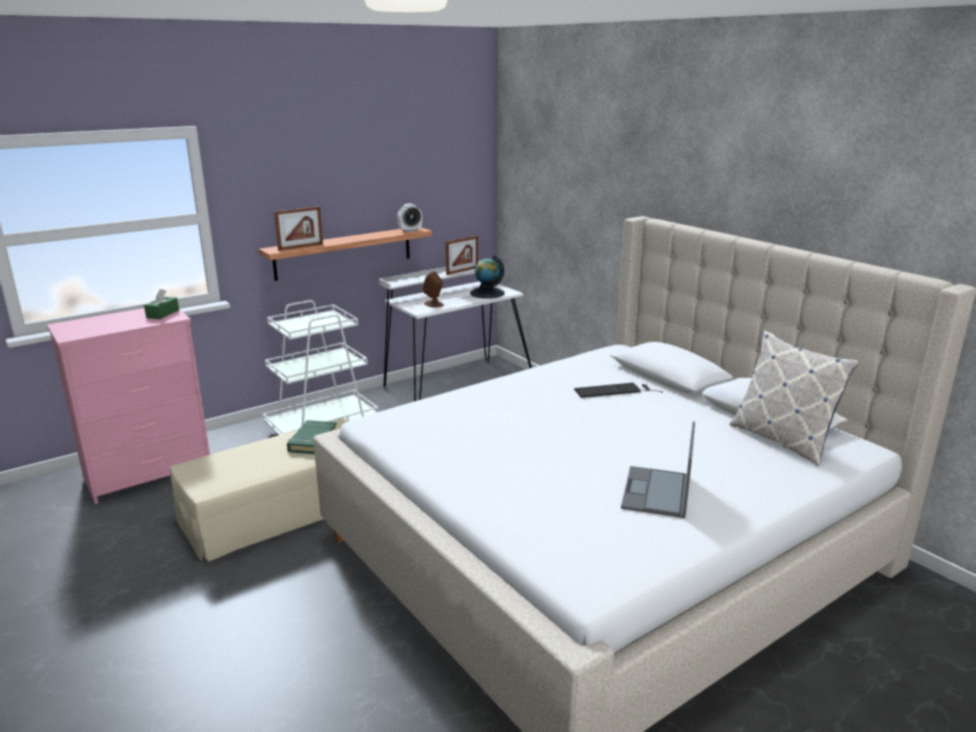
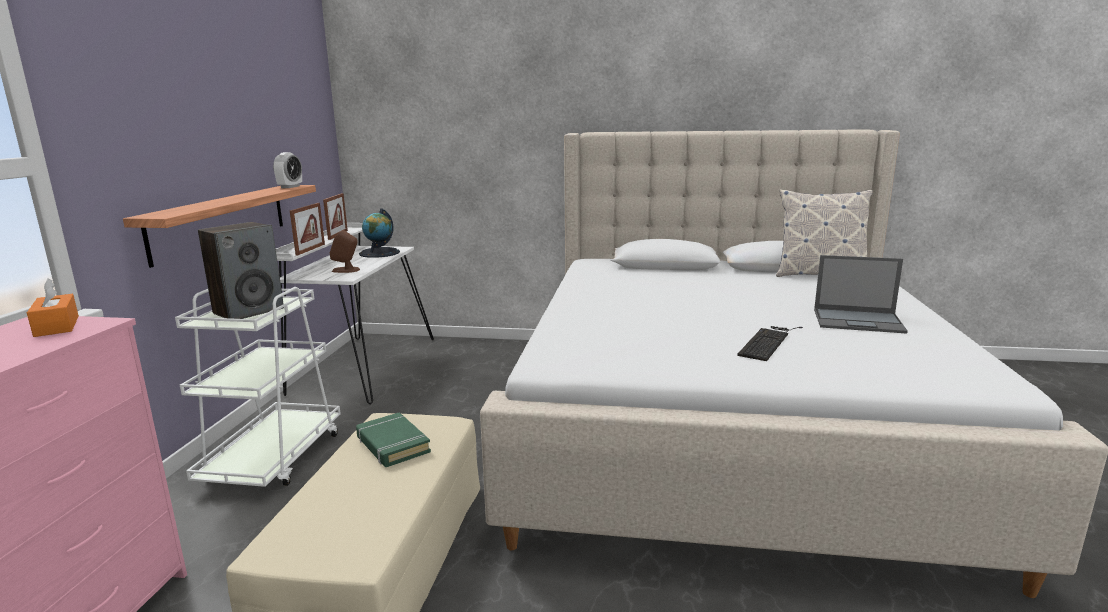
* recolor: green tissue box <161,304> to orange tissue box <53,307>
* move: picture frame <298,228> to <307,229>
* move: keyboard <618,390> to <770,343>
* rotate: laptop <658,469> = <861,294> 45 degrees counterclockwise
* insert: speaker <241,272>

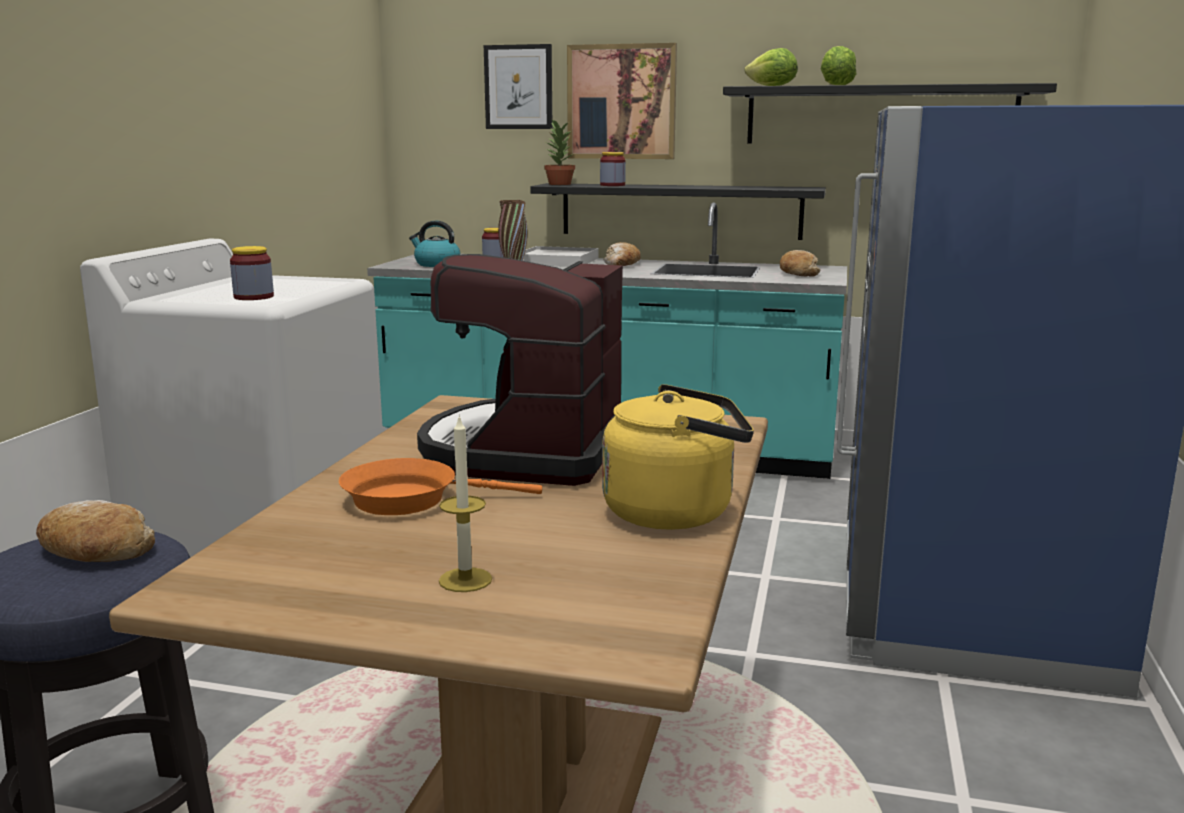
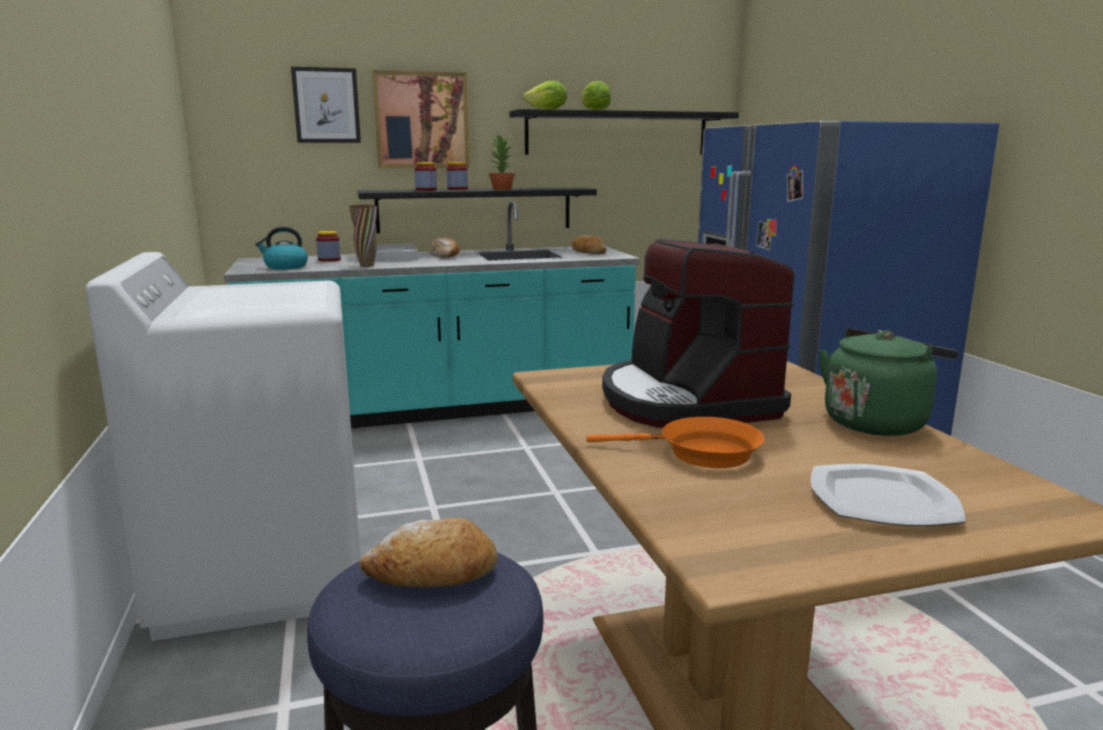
* move: jar <252,273> to <457,176>
* rotate: orange frying pan <440,486> = <675,442> 135 degrees counterclockwise
* replace: candle <465,503> to plate <888,495>
* move: potted plant <559,151> to <502,162>
* recolor: yellow kettle <678,457> to green kettle <889,382>

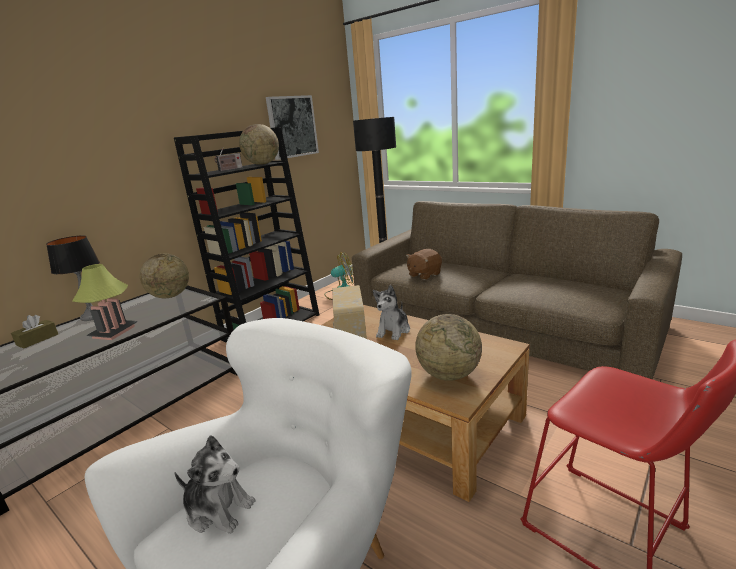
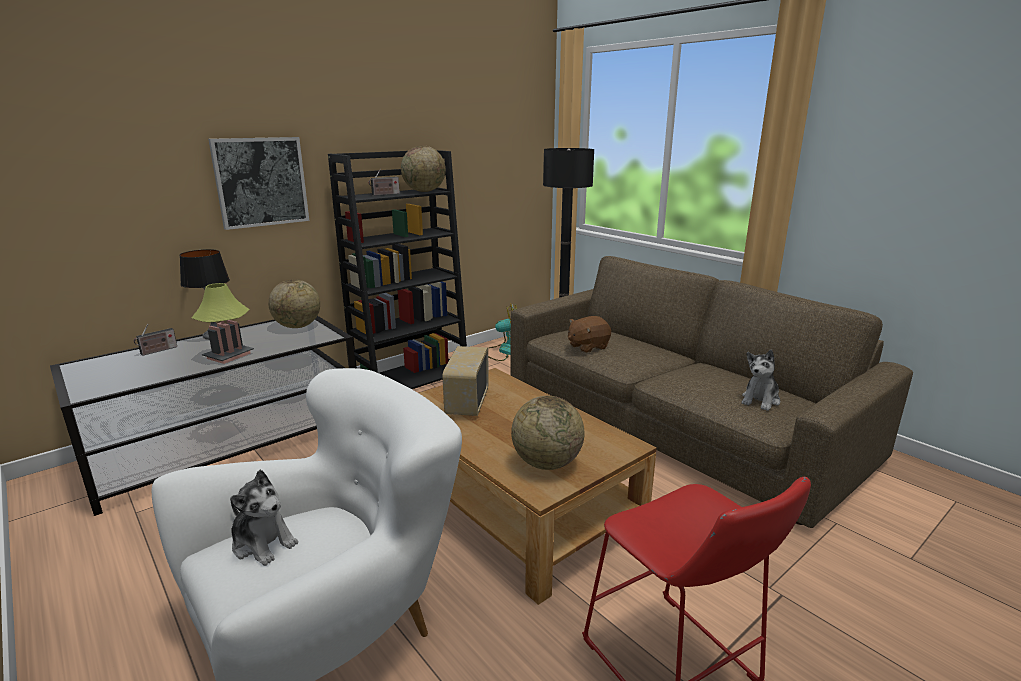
* replace: brown tissue box <34,332> to radio <155,340>
* move: picture <292,127> to <258,183>
* move: plush toy <391,312> to <761,380>

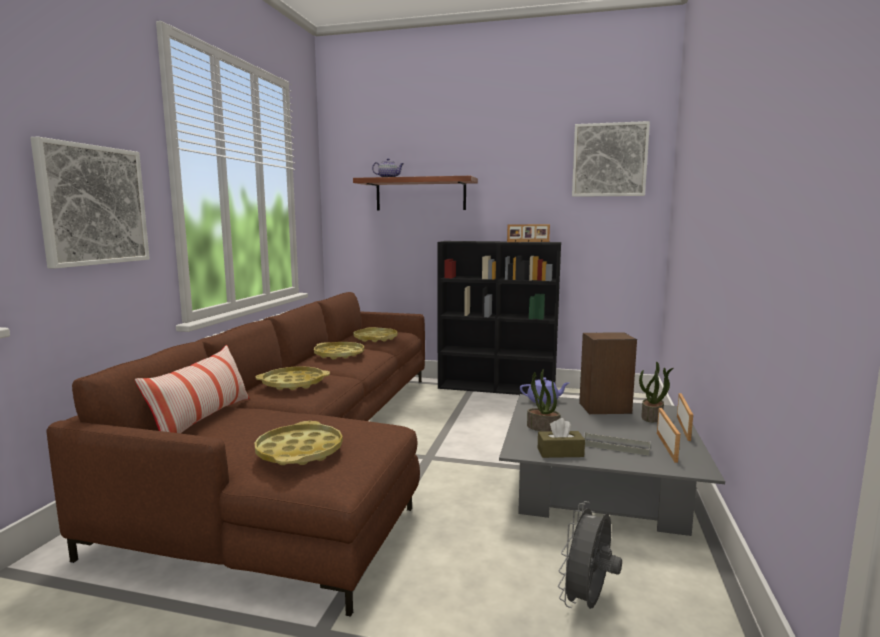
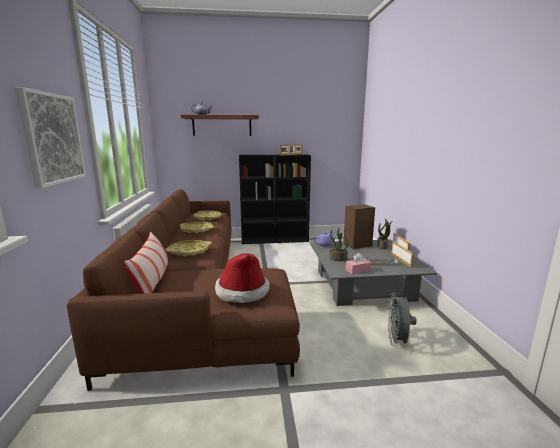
* replace: yellow tray <298,443> to hat <242,278>
* recolor: brown tissue box <561,438> to pink tissue box <358,264>
* delete: picture <611,159>

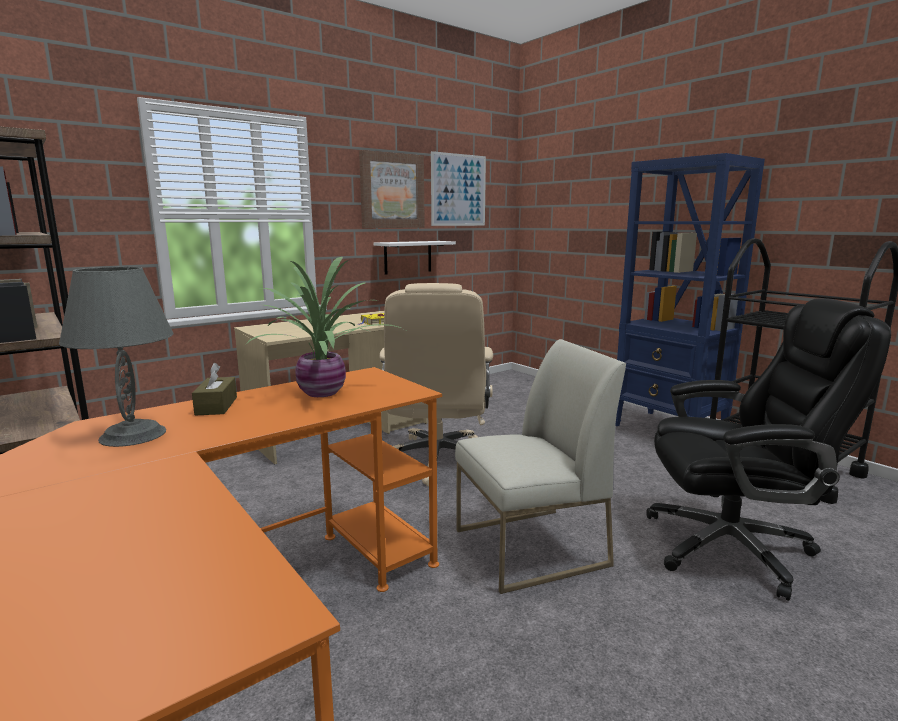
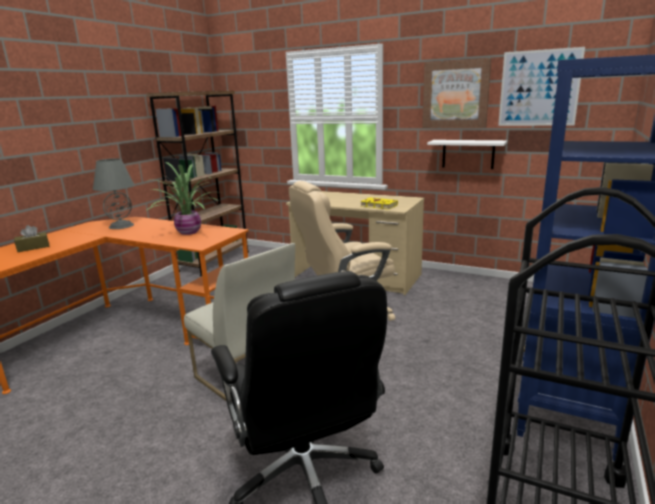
* move: brown tissue box <214,389> to <32,238>

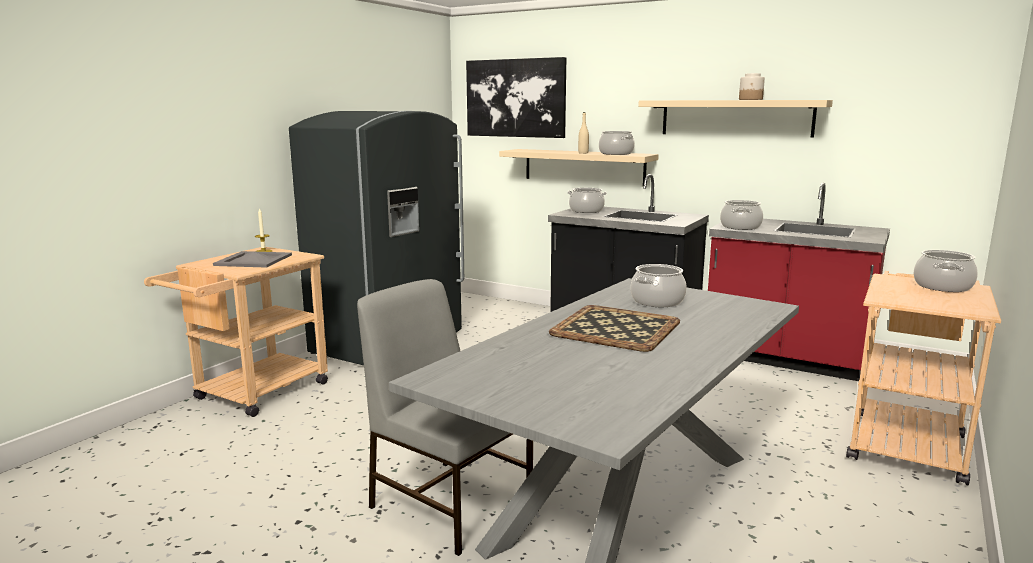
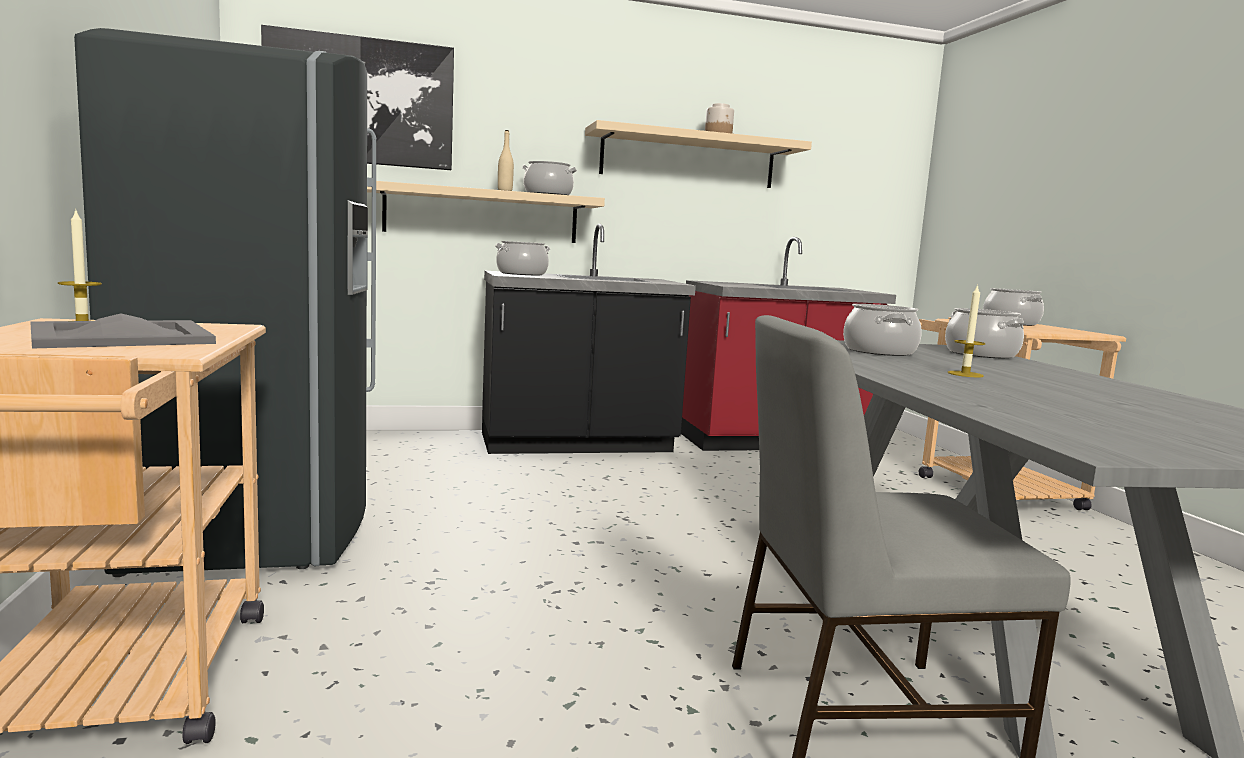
* replace: tray <614,328> to candle <966,331>
* move: cooking pot <741,215> to <984,333>

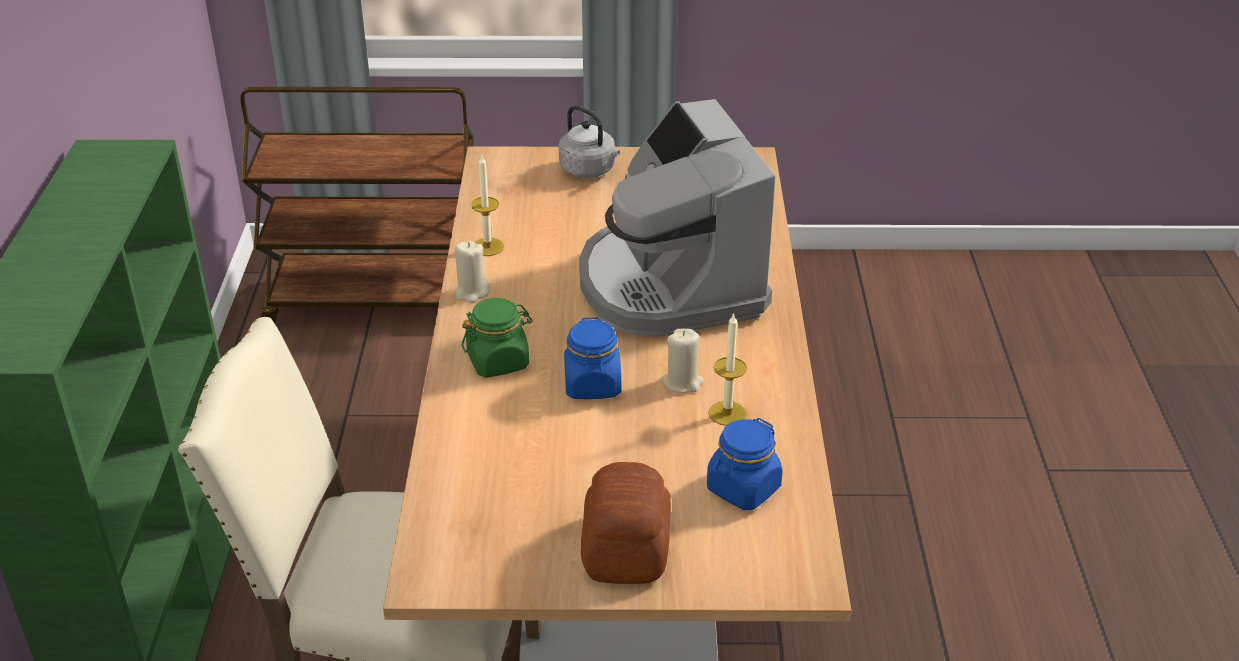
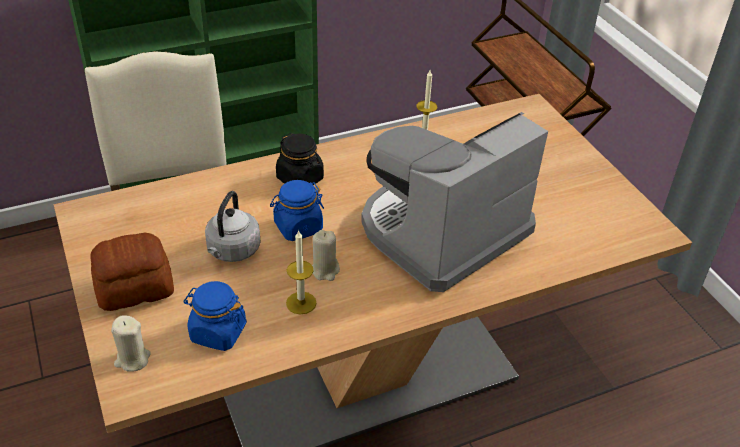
* move: beige candle <472,272> to <131,343>
* recolor: green jar <497,338> to black jar <300,159>
* move: grey kettle <589,141> to <233,226>

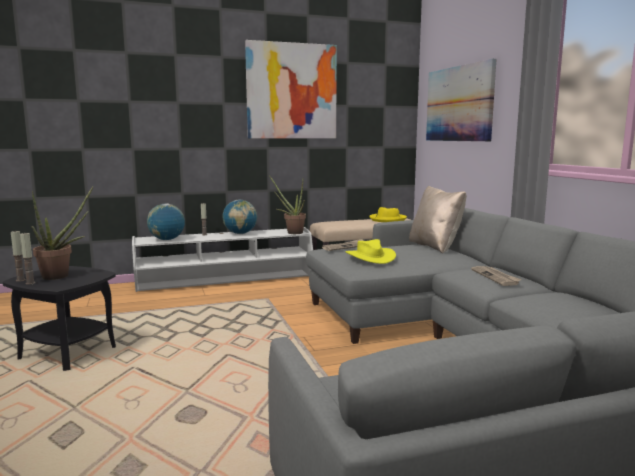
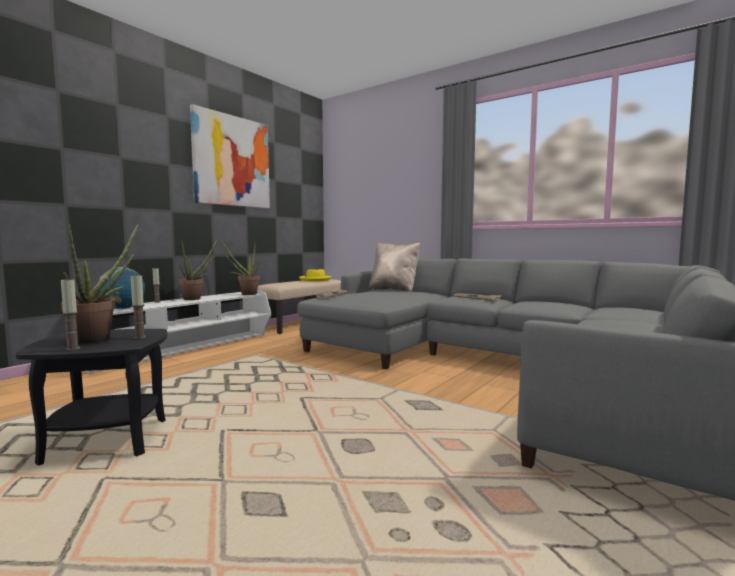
* move: candle <18,256> to <138,306>
* replace: globe <239,217> to potted plant <198,269>
* delete: yellow hat <370,251>
* delete: picture <461,100>

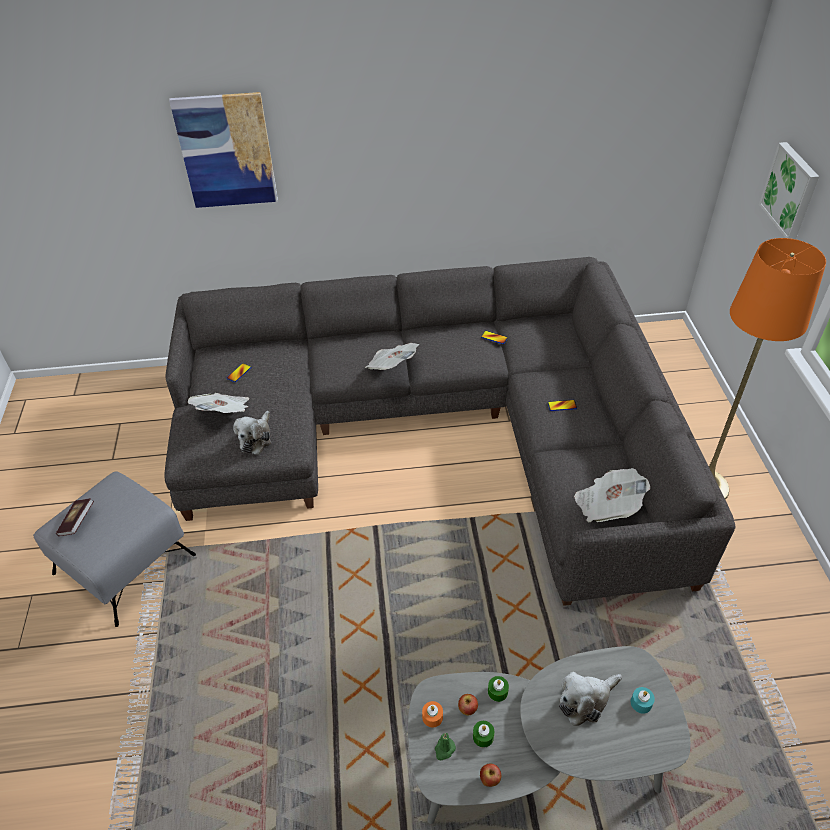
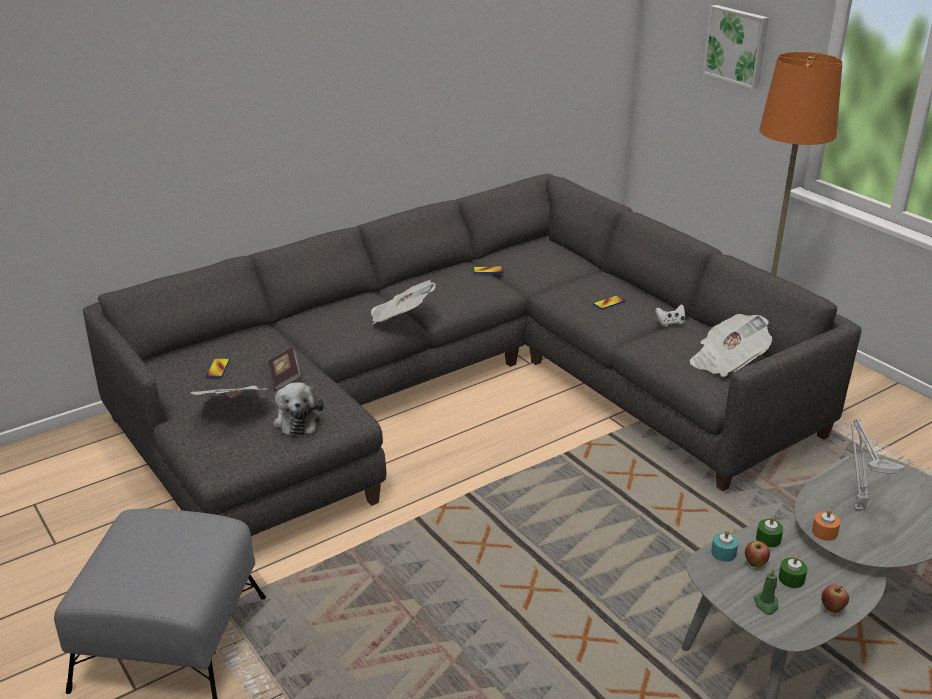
* move: book <75,517> to <284,369>
* delete: picture <223,150>
* move: orange candle <432,714> to <826,525>
* replace: plush toy <590,699> to grey table lamp <878,464>
* move: turquoise candle <643,700> to <724,546>
* insert: white game controller <670,315>

